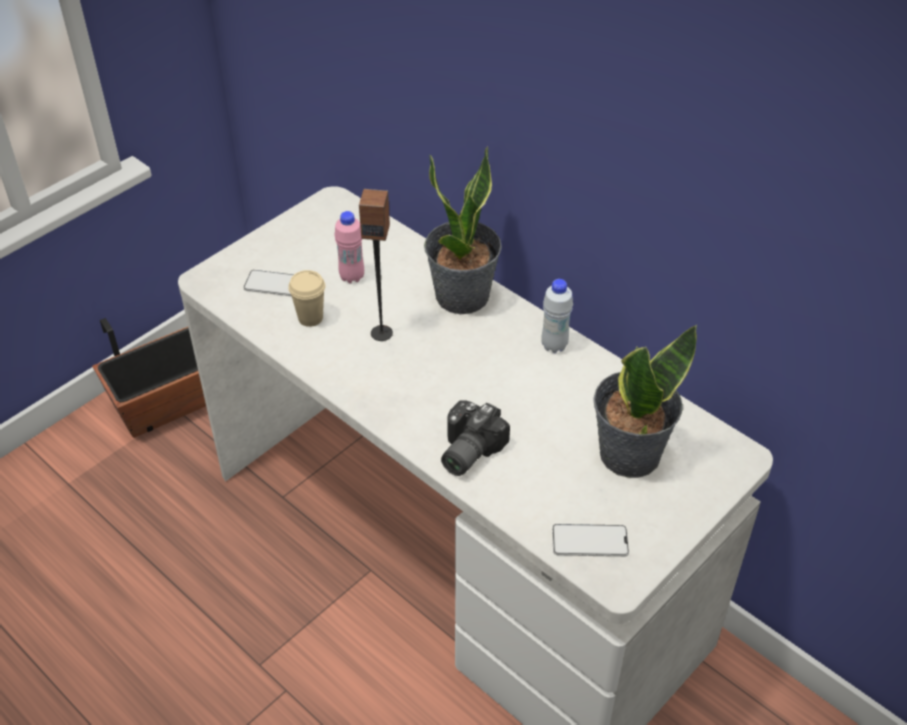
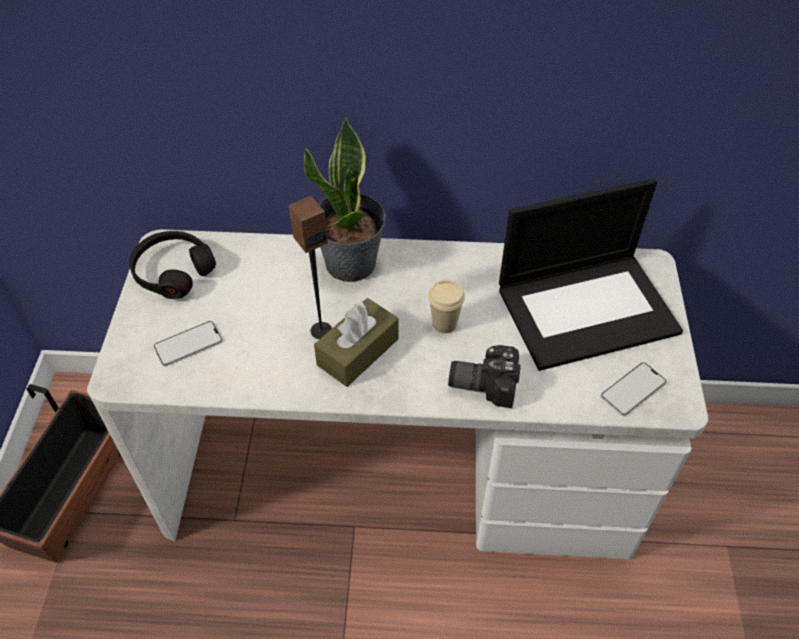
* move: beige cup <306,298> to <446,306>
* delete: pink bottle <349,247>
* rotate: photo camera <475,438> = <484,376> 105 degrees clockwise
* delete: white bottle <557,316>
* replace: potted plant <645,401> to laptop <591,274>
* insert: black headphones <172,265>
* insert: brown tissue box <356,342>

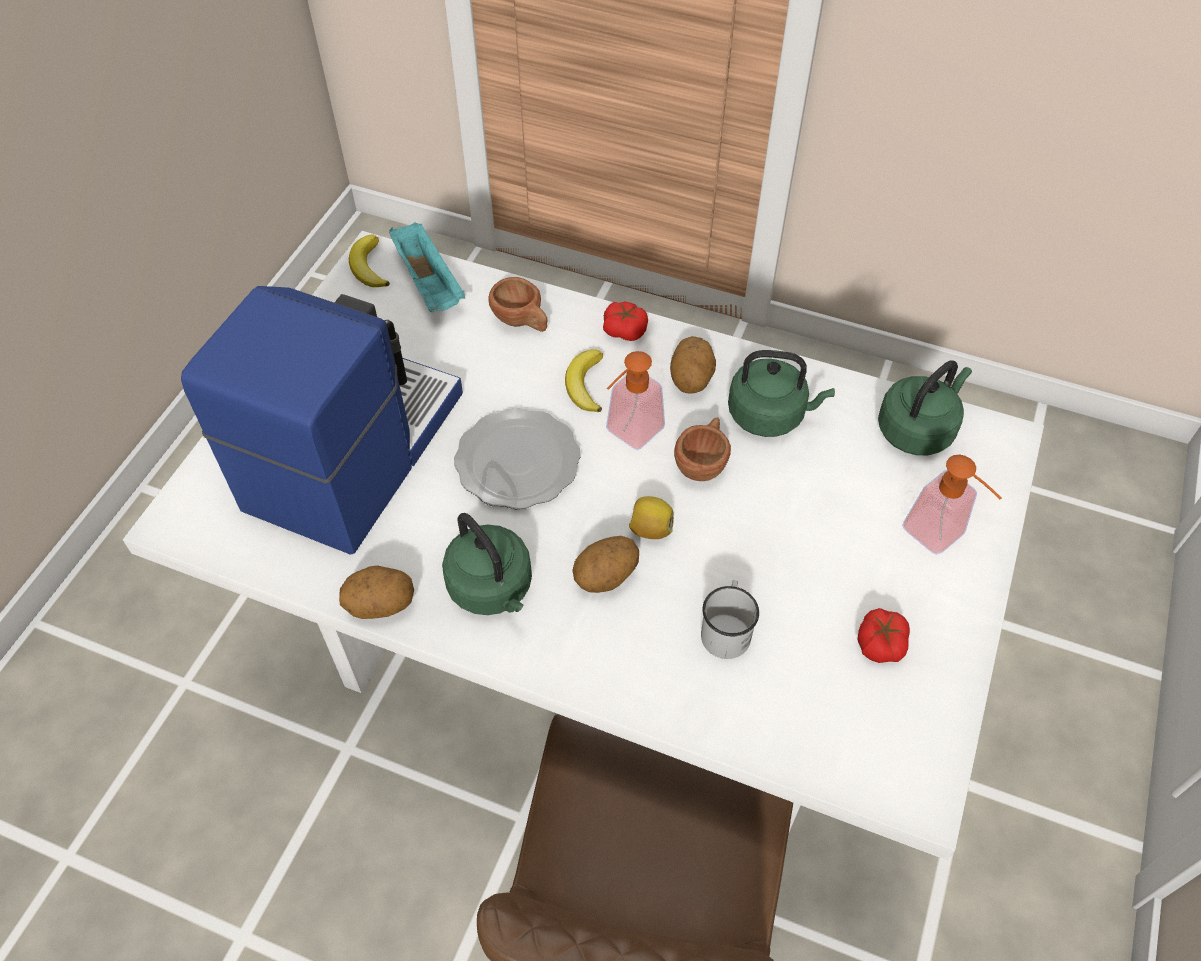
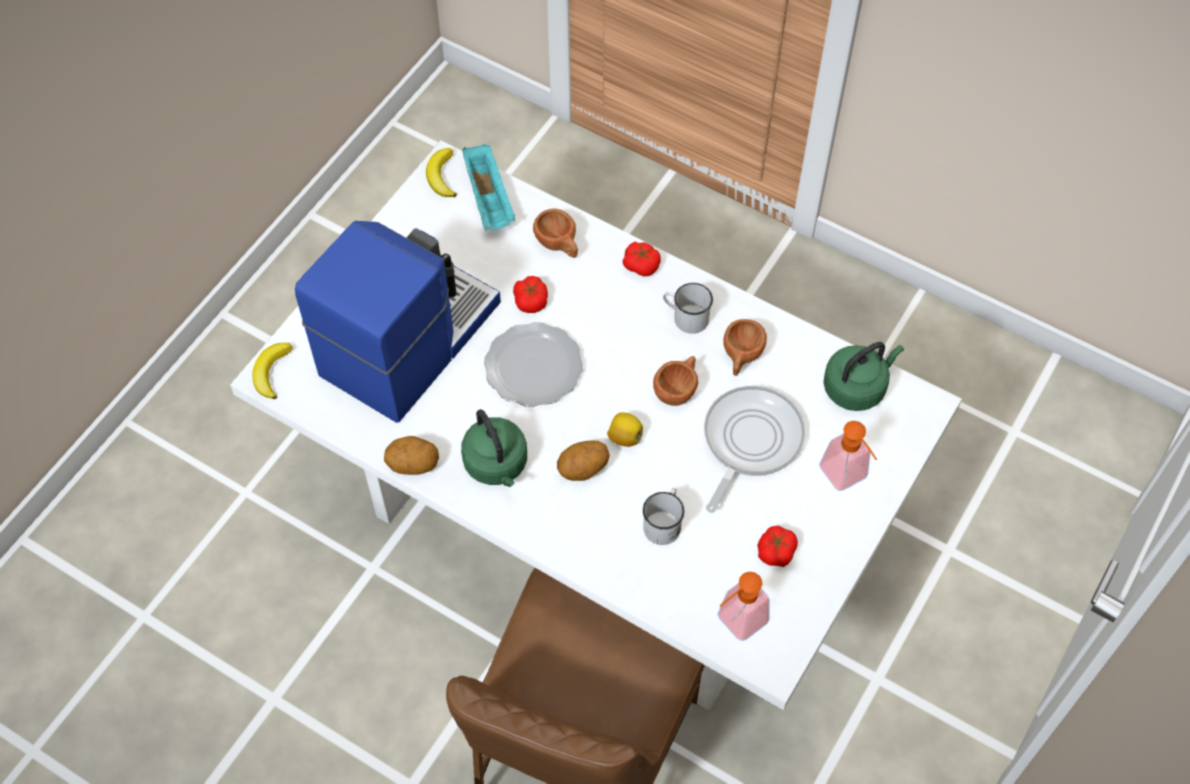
* move: banana <584,380> to <272,371>
* move: soap dispenser <635,400> to <743,606>
* replace: potato <693,365> to white mug <688,308>
* replace: green kettle <781,393> to brown cup <745,347>
* insert: tomato <530,294>
* insert: frying pan <754,449>

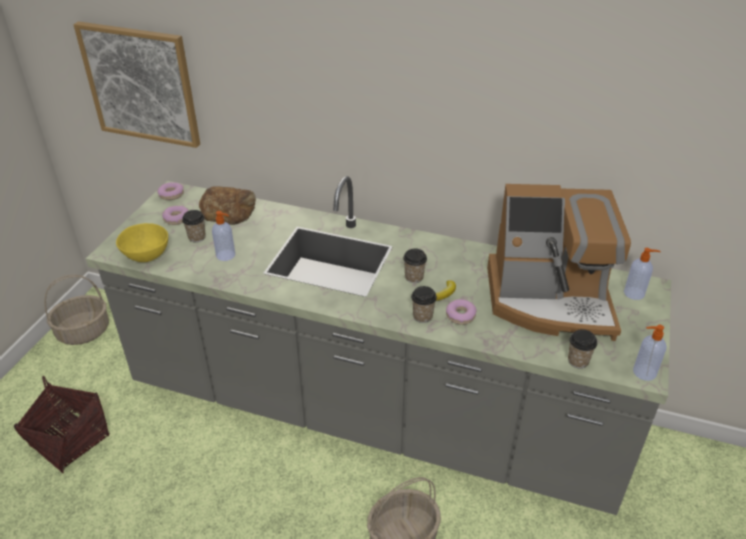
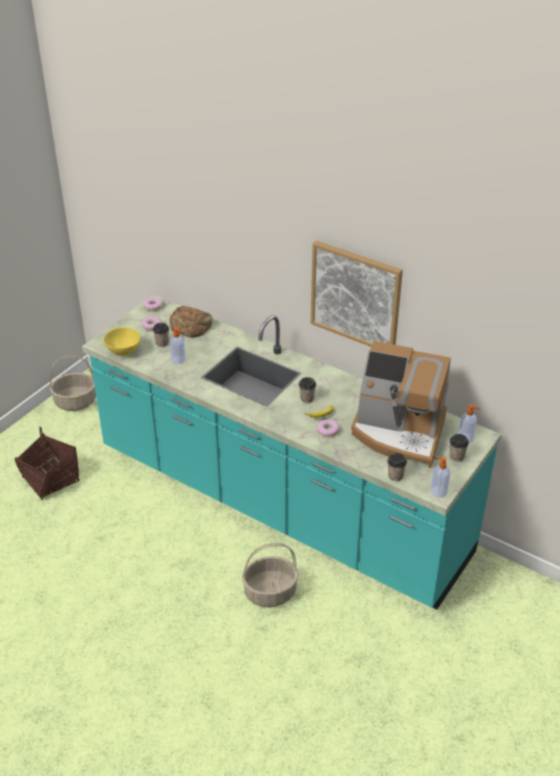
* move: picture <136,84> to <357,294>
* recolor: grey counter <378,345> to turquoise counter <291,452>
* move: cup <424,304> to <459,448>

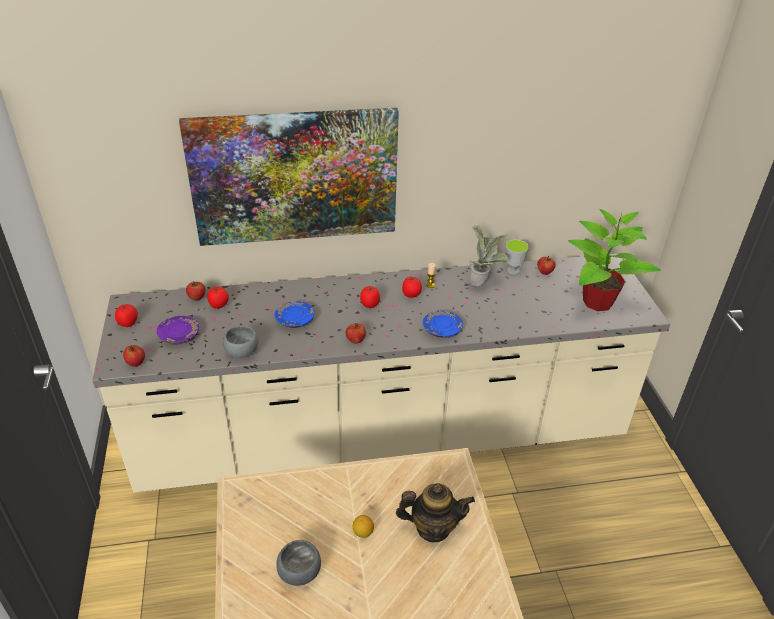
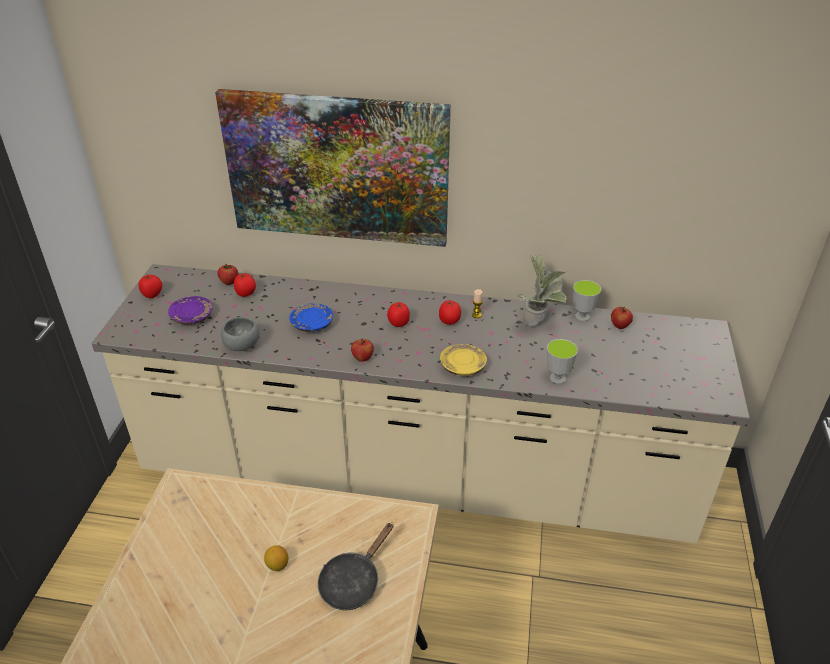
* delete: apple <134,356>
* delete: grey bowl <298,563>
* replace: teapot <435,512> to black frying pan <355,566>
* recolor: blue plate <443,324> to yellow plate <463,360>
* delete: potted plant <614,260>
* insert: cup <562,361>

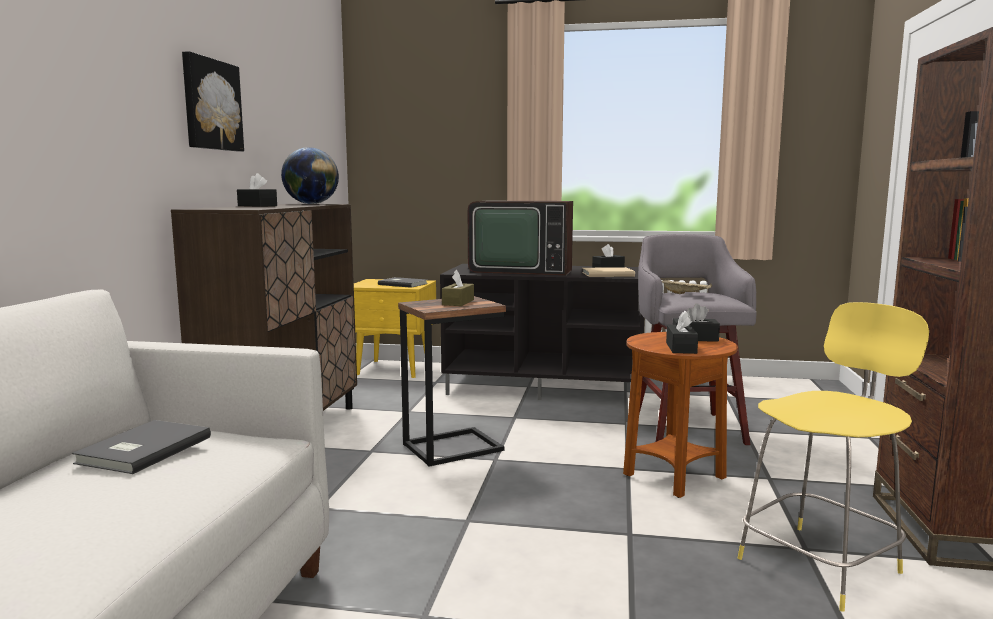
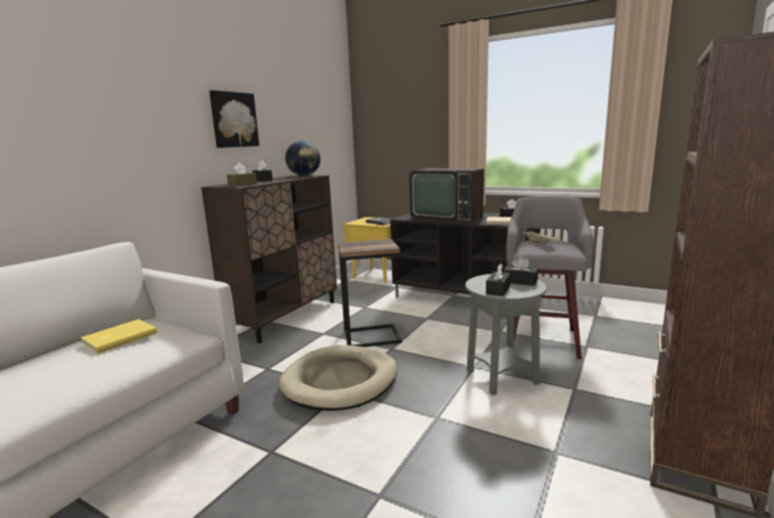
* recolor: grey book <141,447> to yellow book <118,336>
* move: brown tissue box <458,288> to <242,174>
* recolor: brown side table <680,415> to grey side table <506,334>
* delete: yellow stool <833,457>
* insert: beige dog bed <338,378>

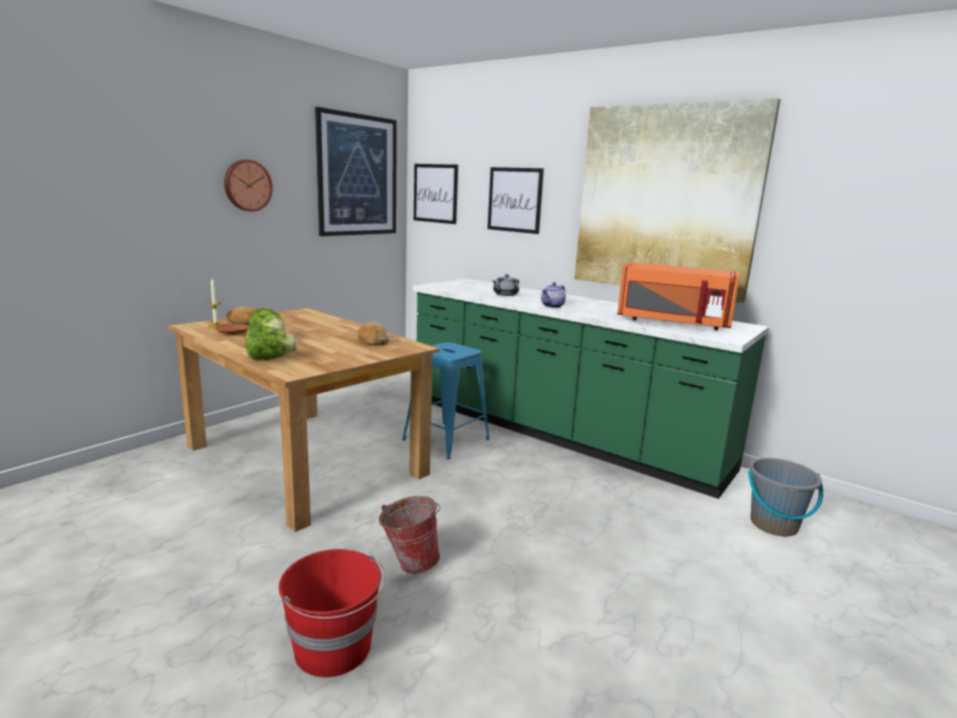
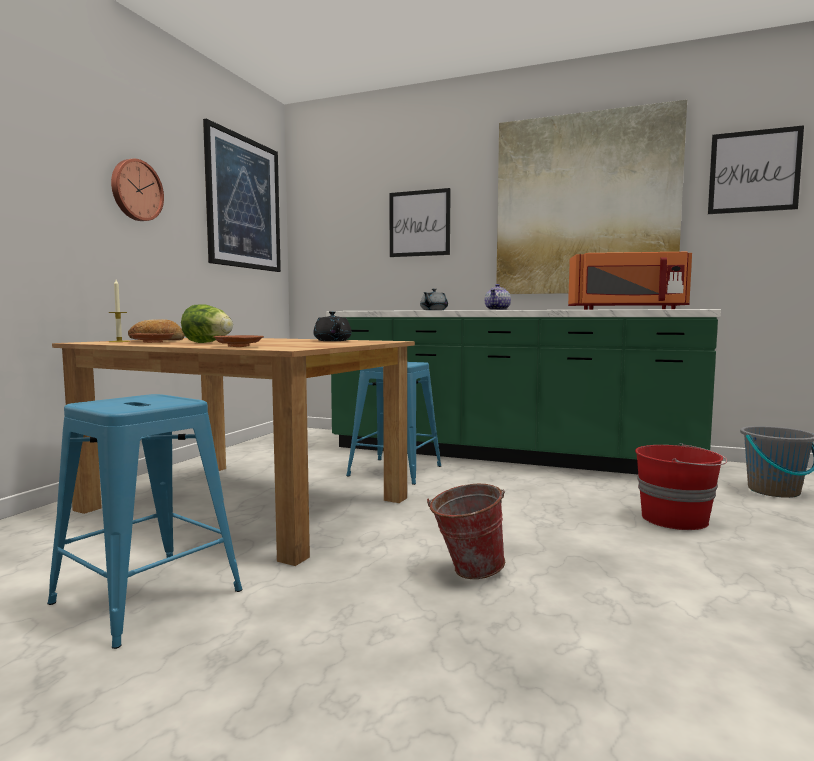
* replace: lettuce <271,342> to brown plate <238,341>
* move: red bucket <332,613> to <681,486>
* replace: bread <373,333> to black teapot <332,326>
* move: picture <436,194> to <756,169>
* insert: blue stool <145,521>

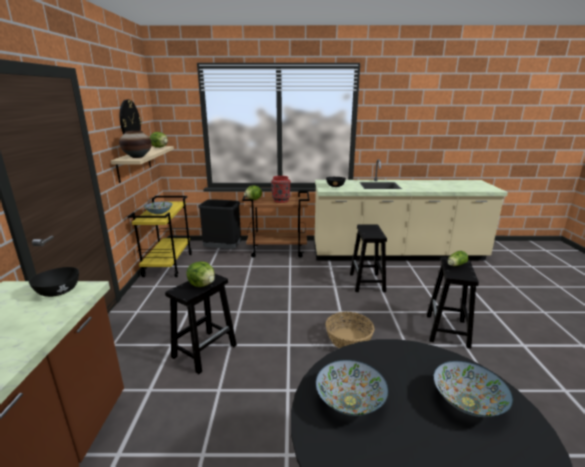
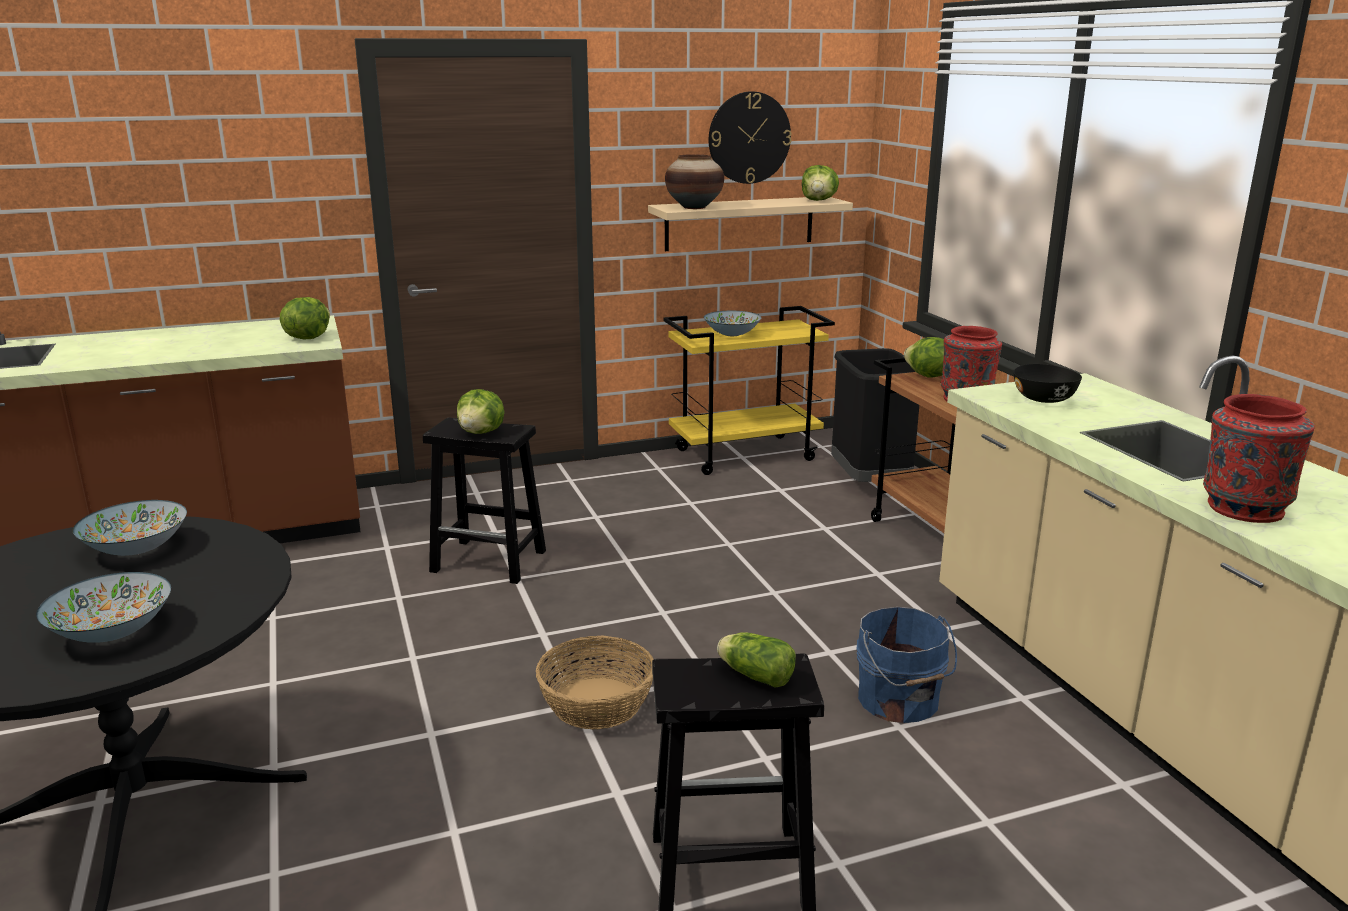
* replace: black bowl <54,282> to lettuce <305,318>
* replace: black stool <368,258> to blue bucket <907,665>
* insert: red vase <1258,458>

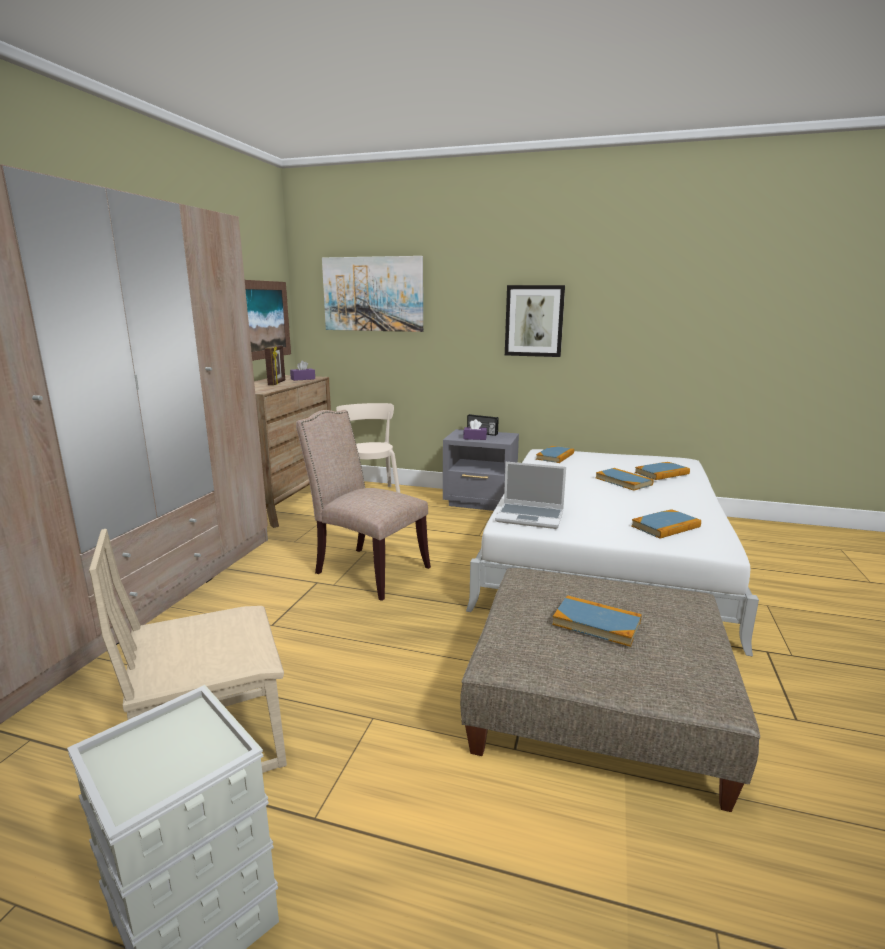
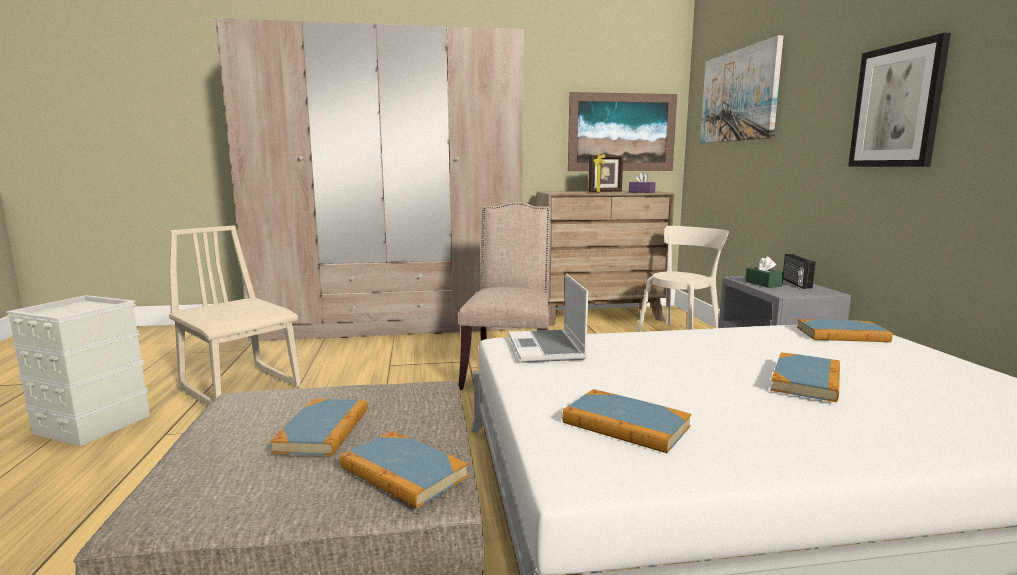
* recolor: purple tissue box <475,429> to green tissue box <764,272>
* move: book <662,471> to <404,469>

